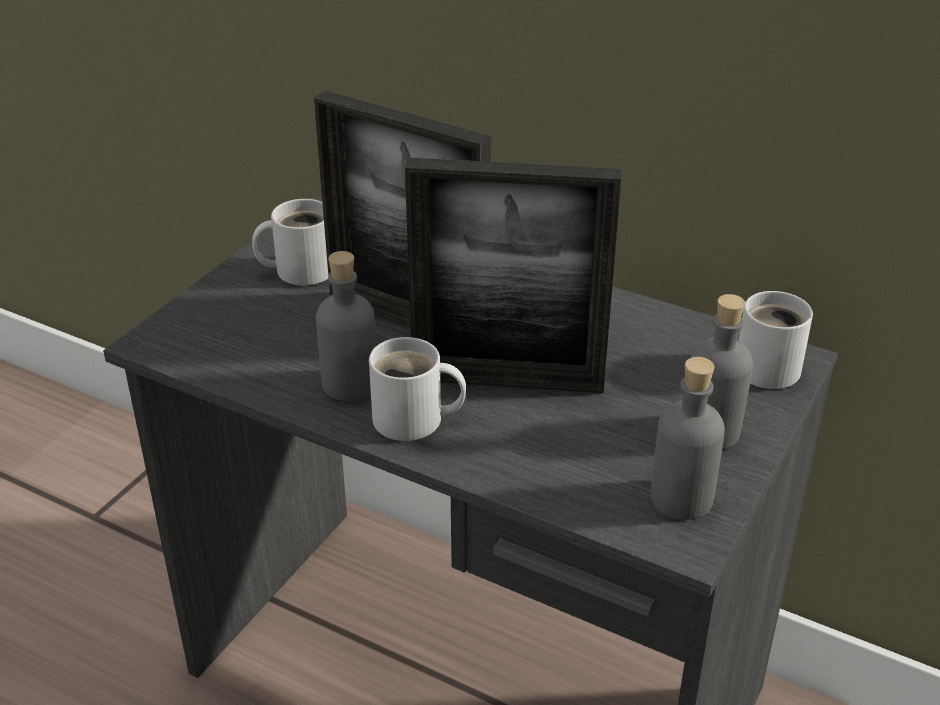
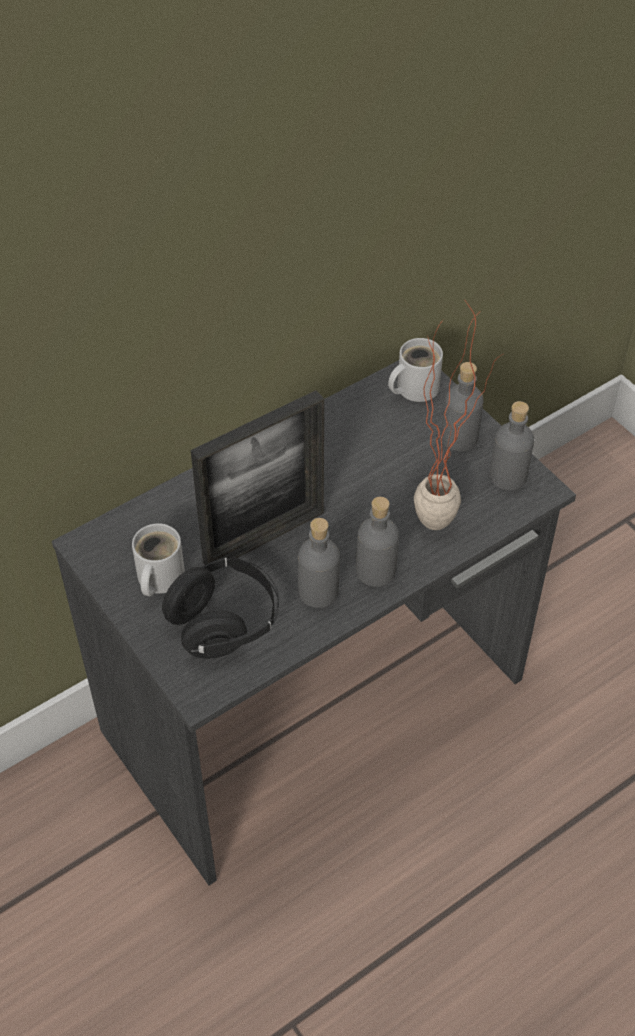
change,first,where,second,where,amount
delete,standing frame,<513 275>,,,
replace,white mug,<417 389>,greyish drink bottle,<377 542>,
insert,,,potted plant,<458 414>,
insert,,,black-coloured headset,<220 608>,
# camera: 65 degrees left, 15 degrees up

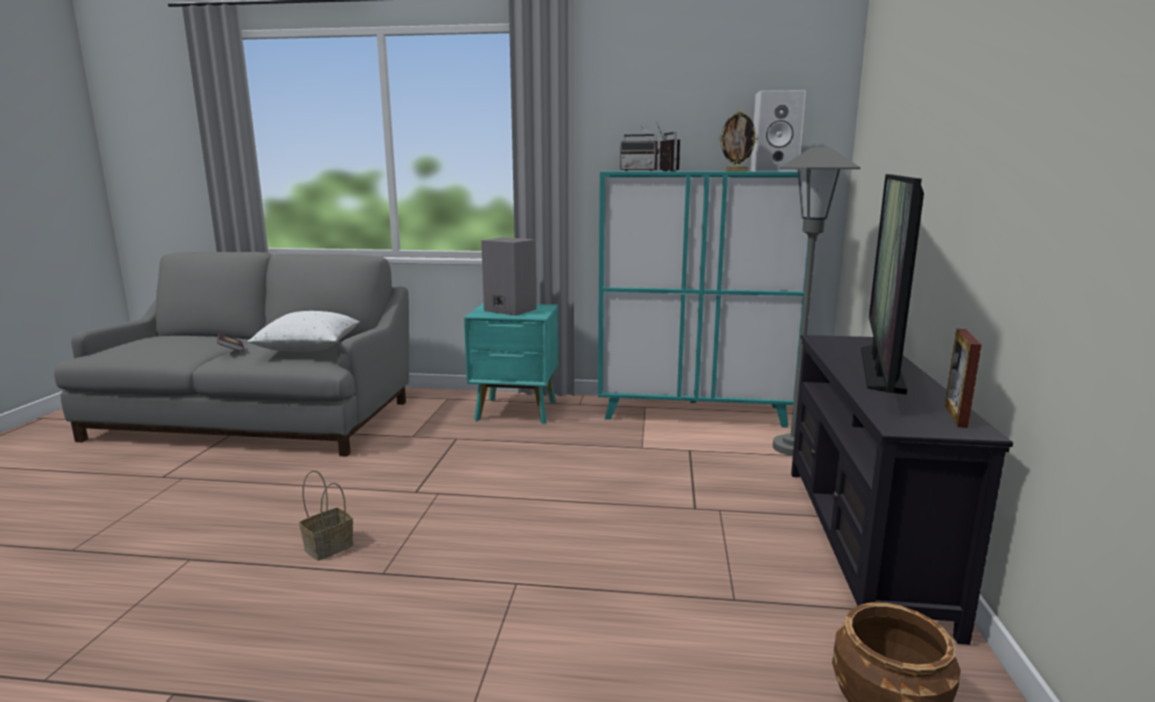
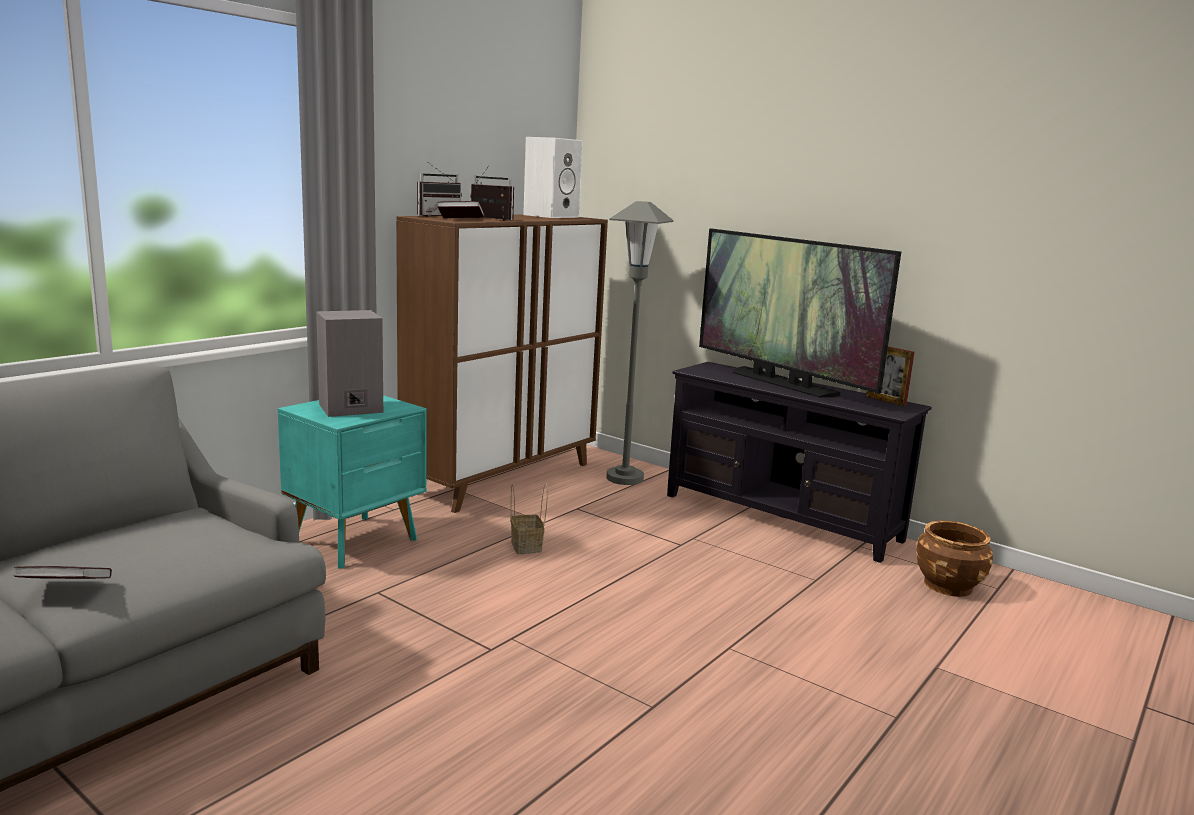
change,first,where,second,where,amount
delete,standing frame,<738 140>,,,
recolor,turquoise-coloured storage cabinet,<703 299>,brownish storage cabinet,<502 364>,
delete,white pillow,<303 331>,,,
move,storage basket,<326 515>,,<529 518>,
insert,,,bound book,<461 209>,
# camera: 60 degrees left, 0 degrees up

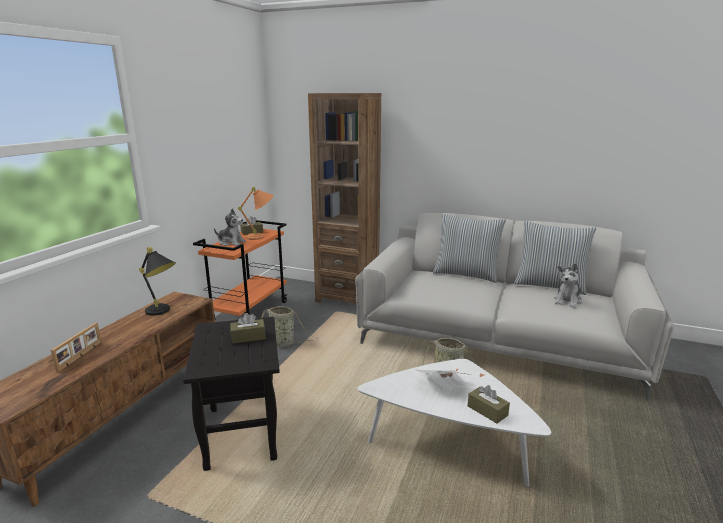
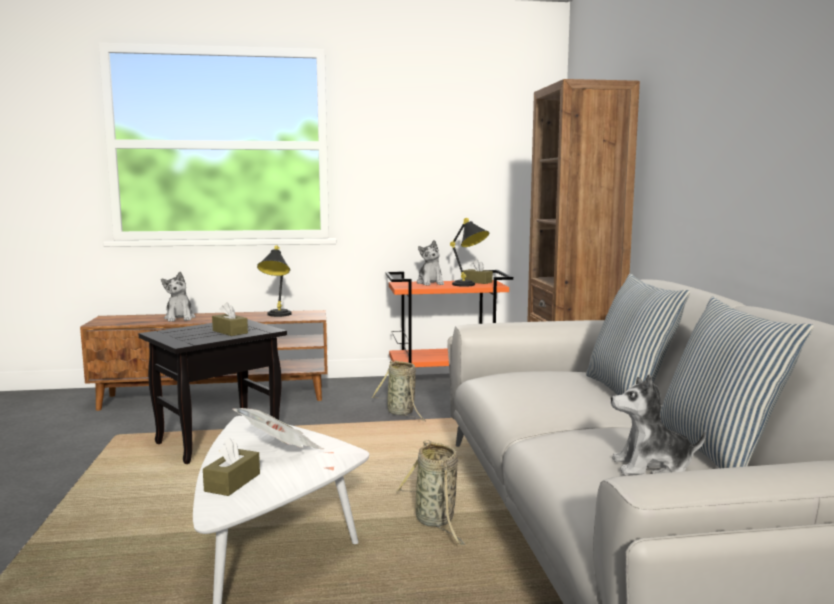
change,first,where,second,where,amount
recolor,orange tabletop lamp,<256 213>,black-coloured tabletop lamp,<469 252>,
replace,standing frame,<76 347>,soft toy,<178 297>,
# camera: 60 degrees right, 10 degrees down

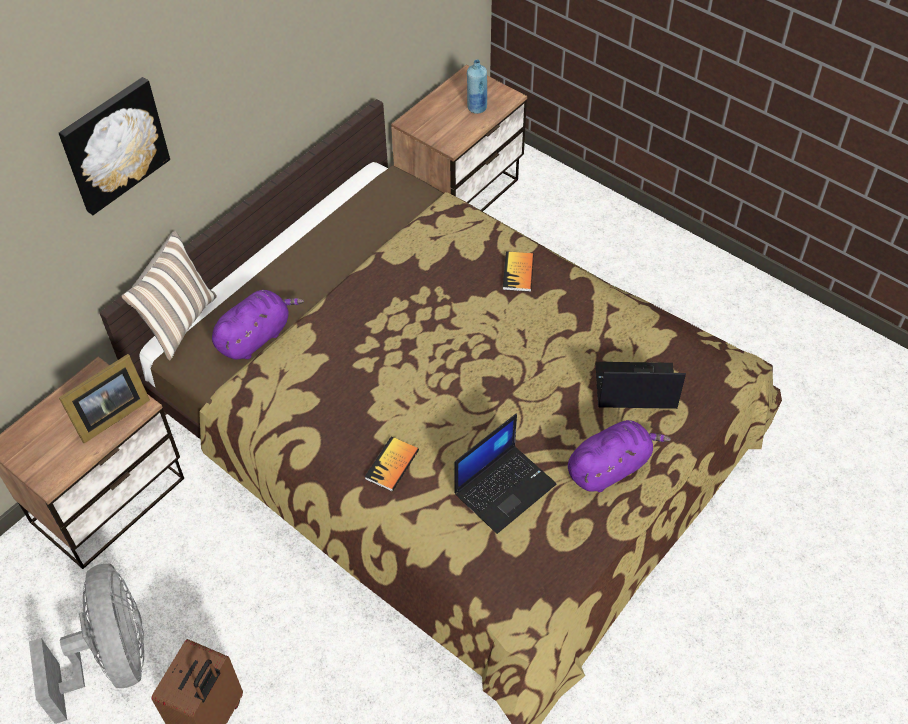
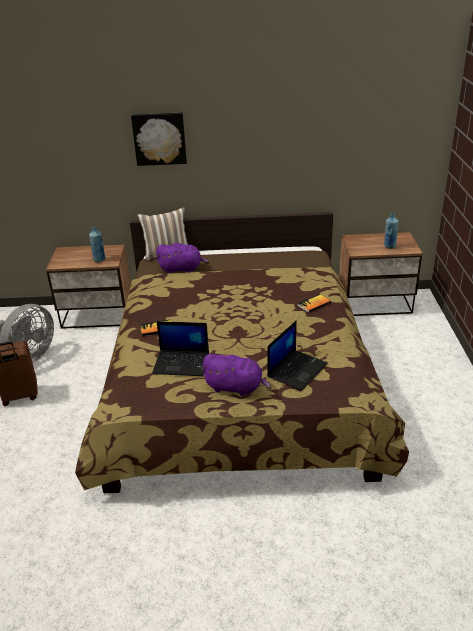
change,first,where,second,where,amount
replace,standing frame,<104 398>,blue-coloured drink bottle,<97 244>,
rotate,laptop,<640 385>,,<297 355>,75 degrees clockwise
# camera: 50 degrees right, 20 degrees down

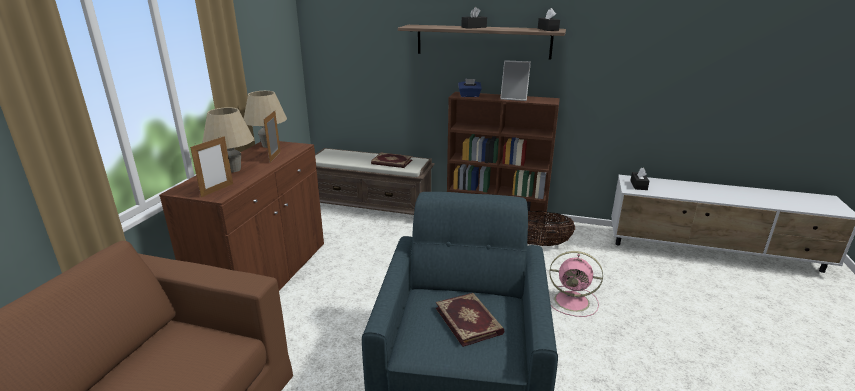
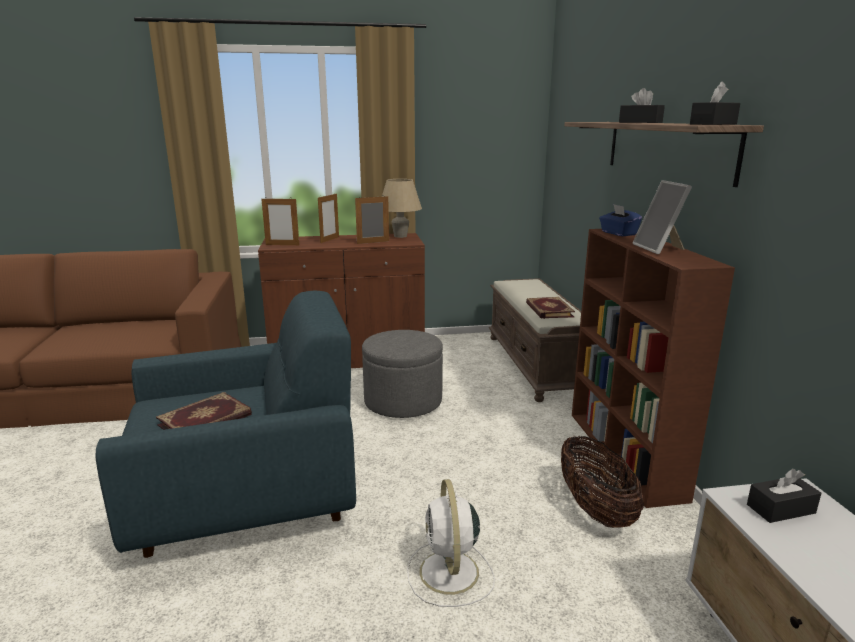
change,first,where,second,where,amount
replace,sand-coloured tabletop lamp,<228 140>,standing frame,<328 218>,
recolor,pink-coloured fan,<576 284>,white fan,<451 543>,
insert,,,greyish pouffe,<402 374>,
# camera: 65 degrees right, 5 degrees down

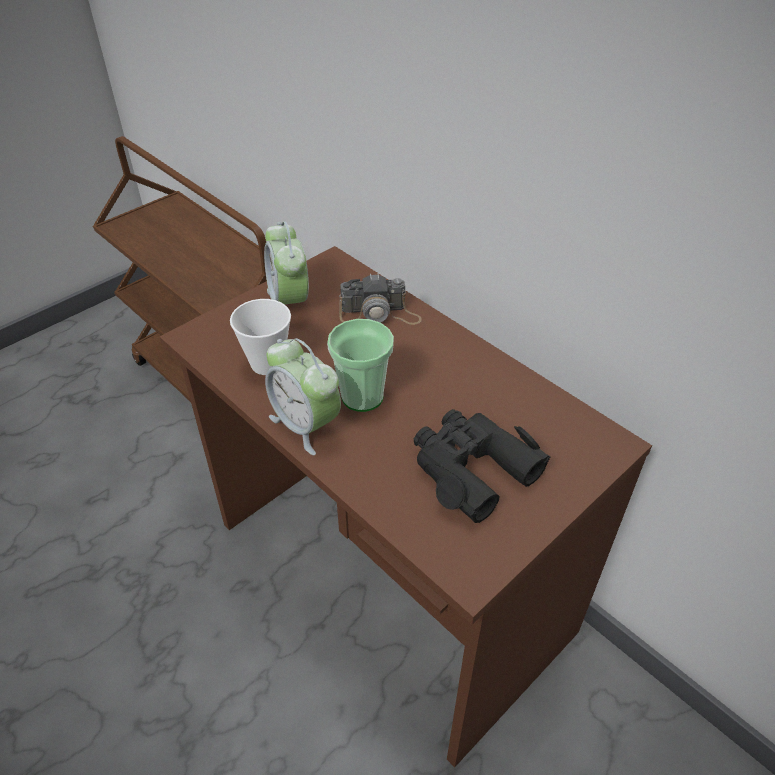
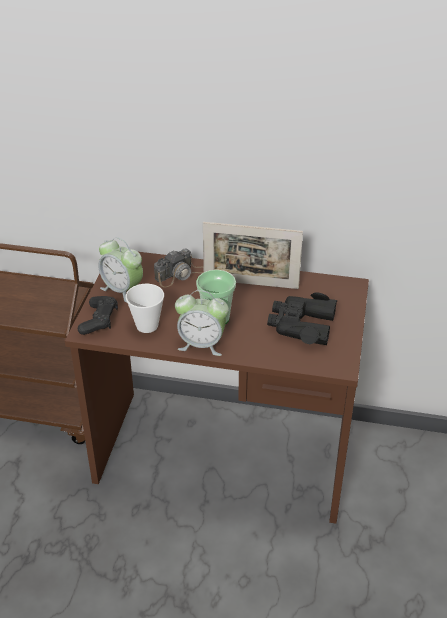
change,first,where,second,where,amount
insert,,,standing frame,<253 255>,
insert,,,black-coloured joypad,<98 315>,
# camera: 35 degrees left, 5 degrees down

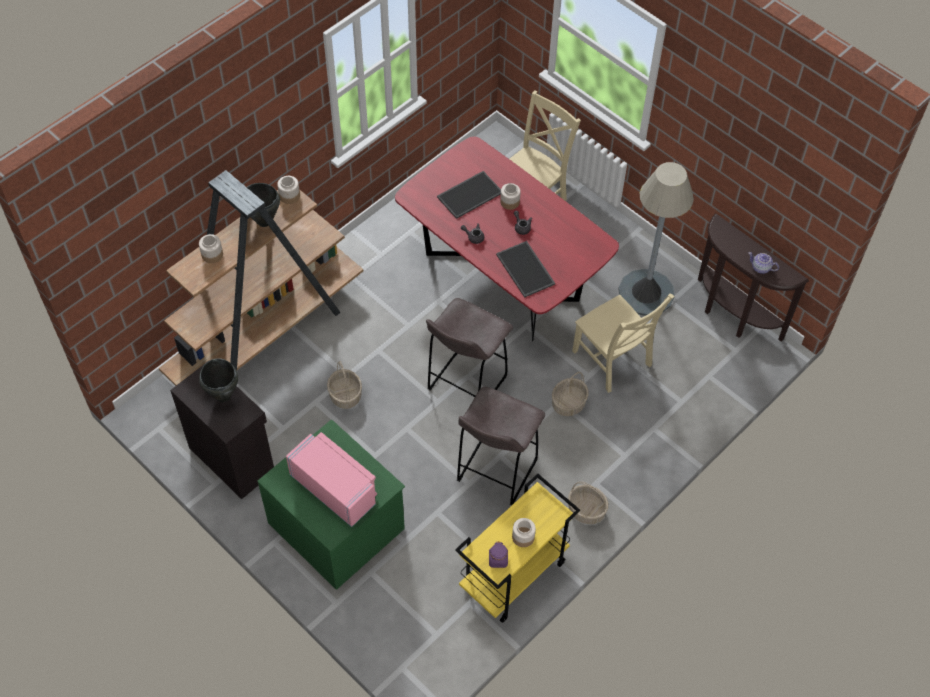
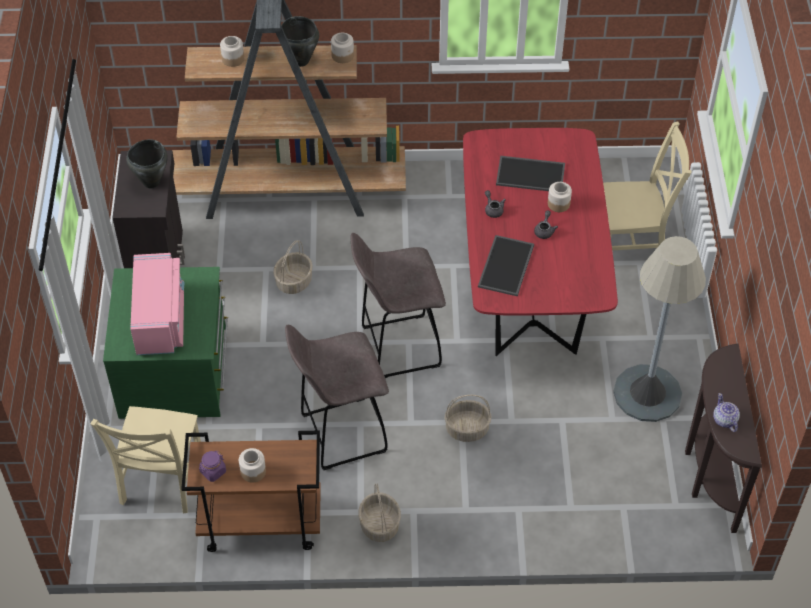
change,first,where,second,where,amount
move,sand-coloured upright chair,<623 343>,,<145 459>,
recolor,yellow-coloured cart,<517 548>,brownish cart,<251 491>,
# camera: 45 degrees right, 5 degrees down

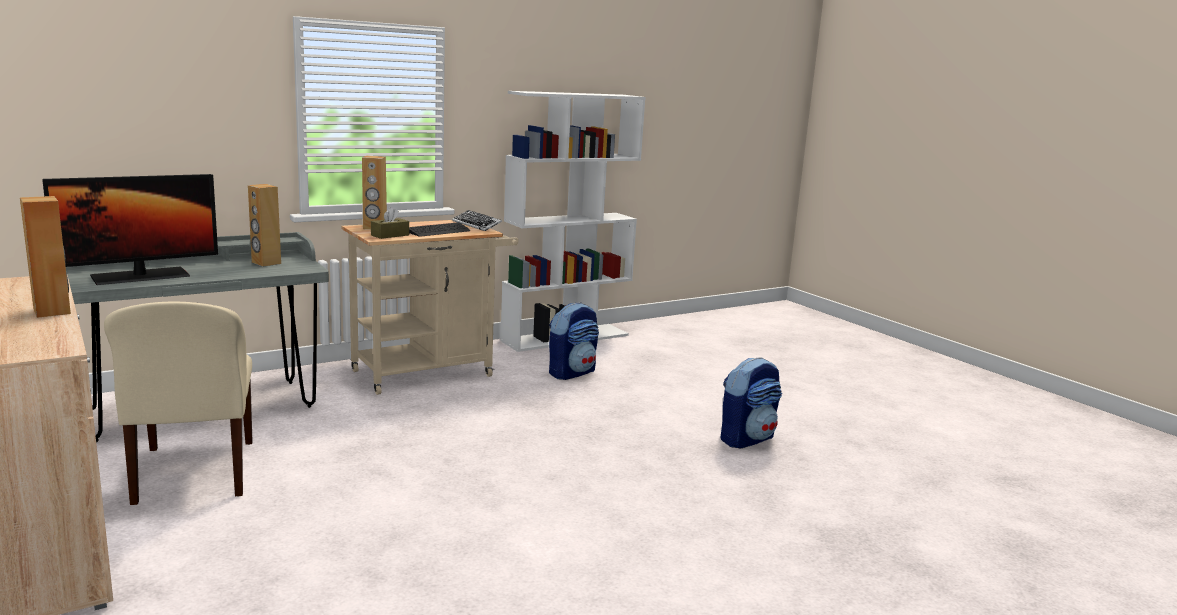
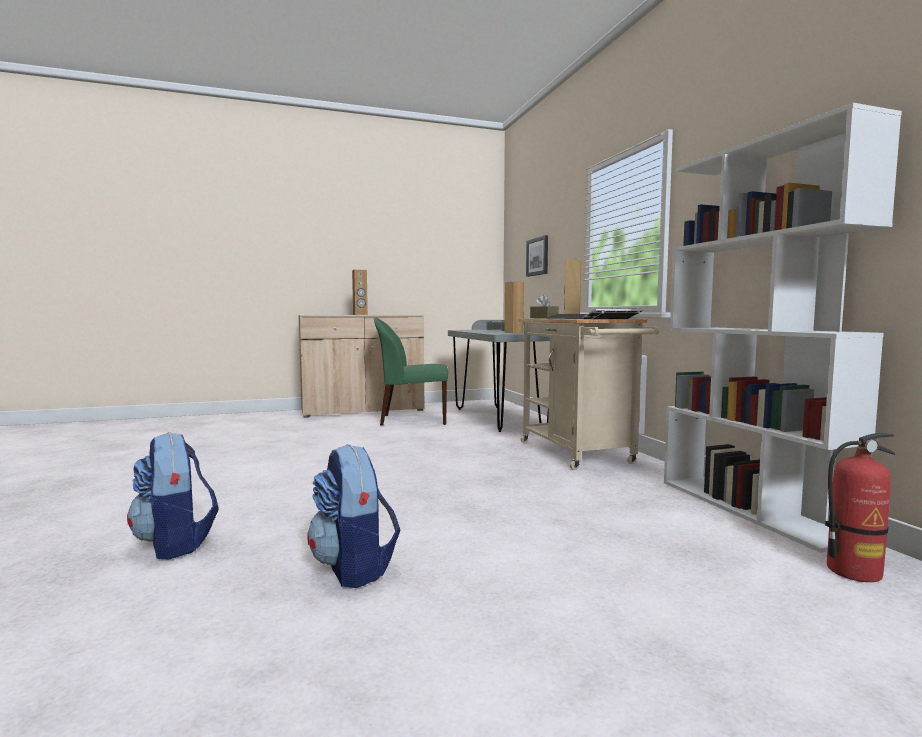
change,first,where,second,where,amount
delete,computer display,<130 229>,,,
recolor,sand-coloured upright chair,<178 403>,green upright chair,<411 372>,
move,knapsack,<574 341>,,<173 495>,
insert,,,picture,<537 256>,
insert,,,fire extinguisher,<860 507>,
# camera: 105 degrees right, 10 degrees down

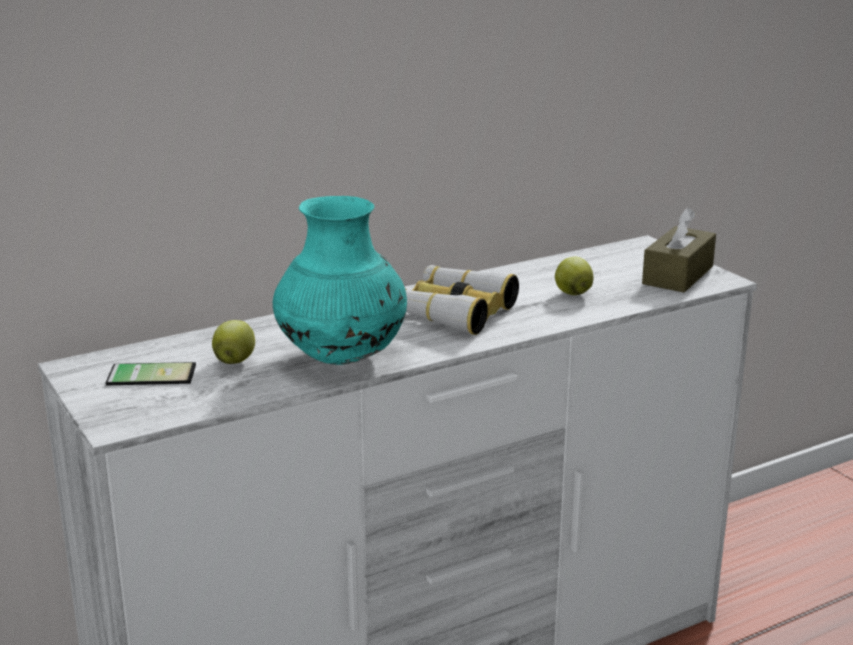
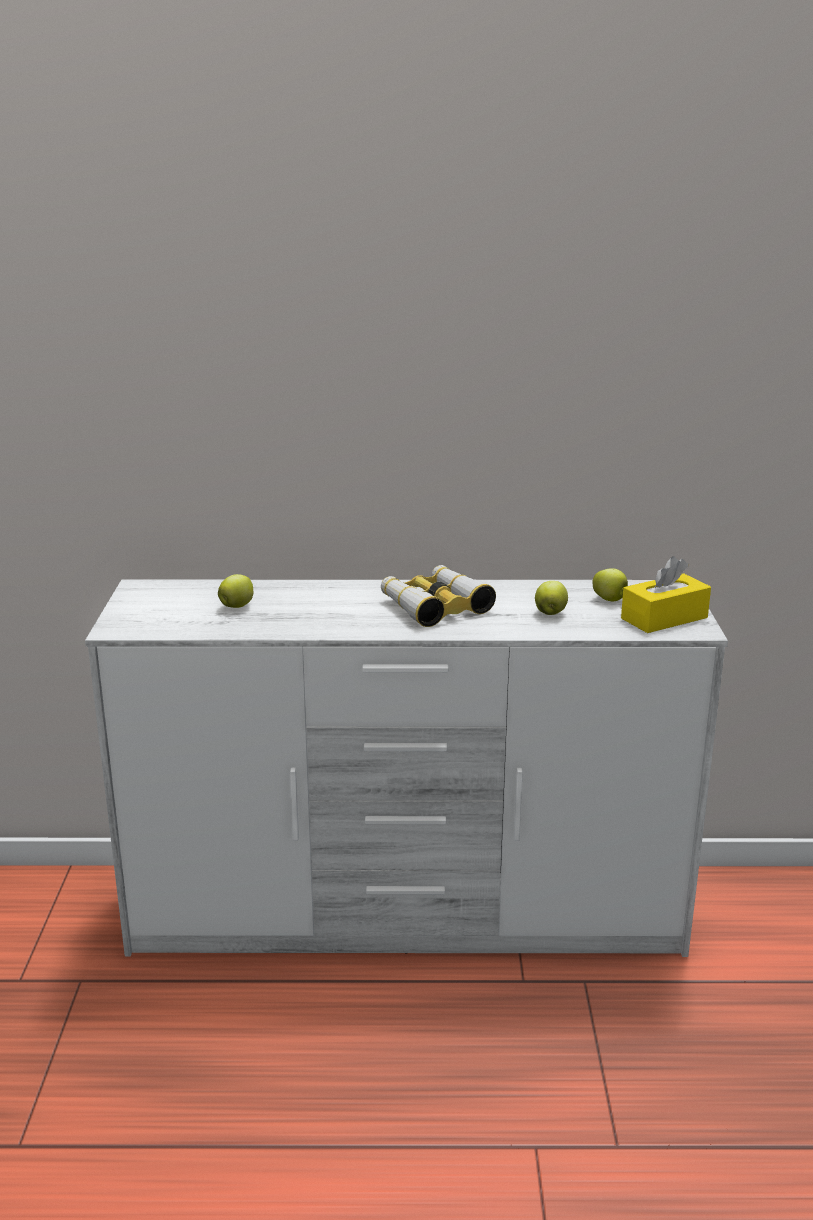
change,first,where,second,where,amount
delete,turquoise-coloured vase,<340 280>,,,
recolor,brownish tissue box,<679 249>,yellow-coloured tissue box,<666 594>,
delete,telephone,<151 373>,,,
insert,,,apple,<610 585>,
# camera: 30 degrees right, 0 degrees up

